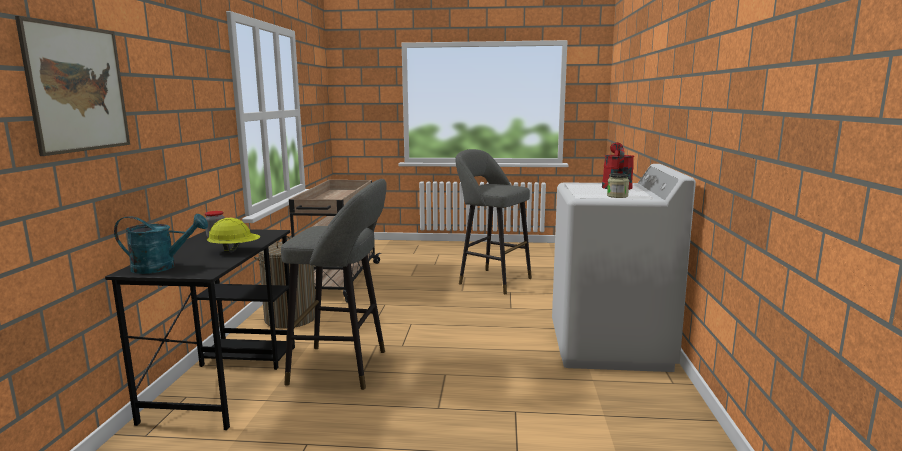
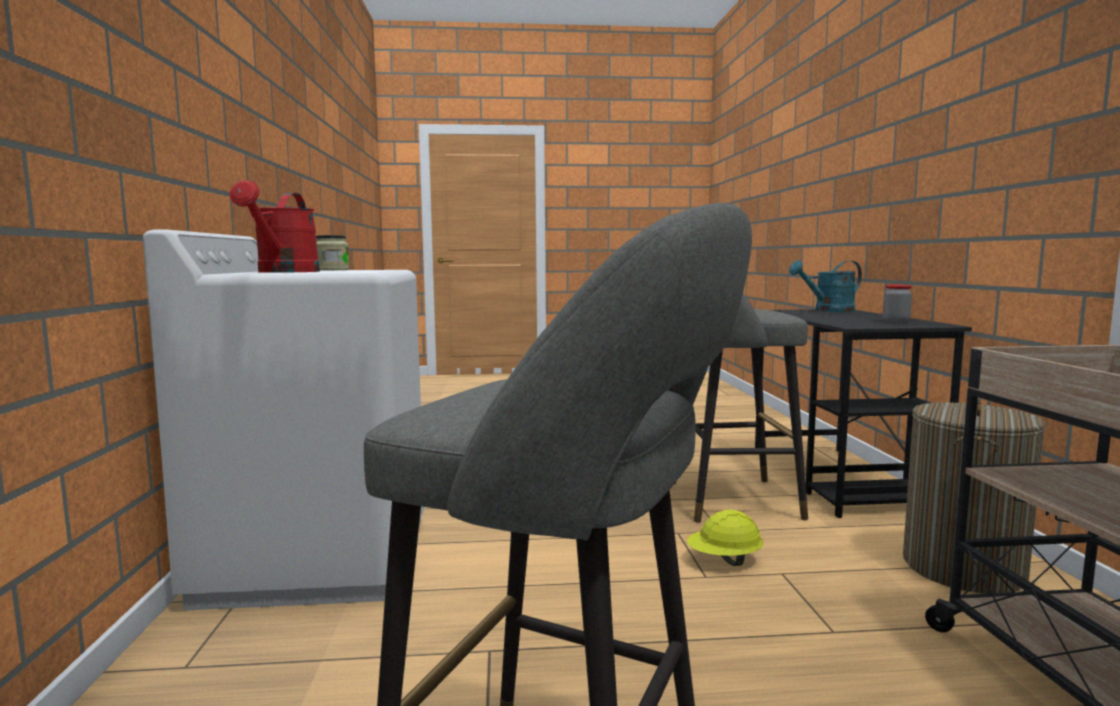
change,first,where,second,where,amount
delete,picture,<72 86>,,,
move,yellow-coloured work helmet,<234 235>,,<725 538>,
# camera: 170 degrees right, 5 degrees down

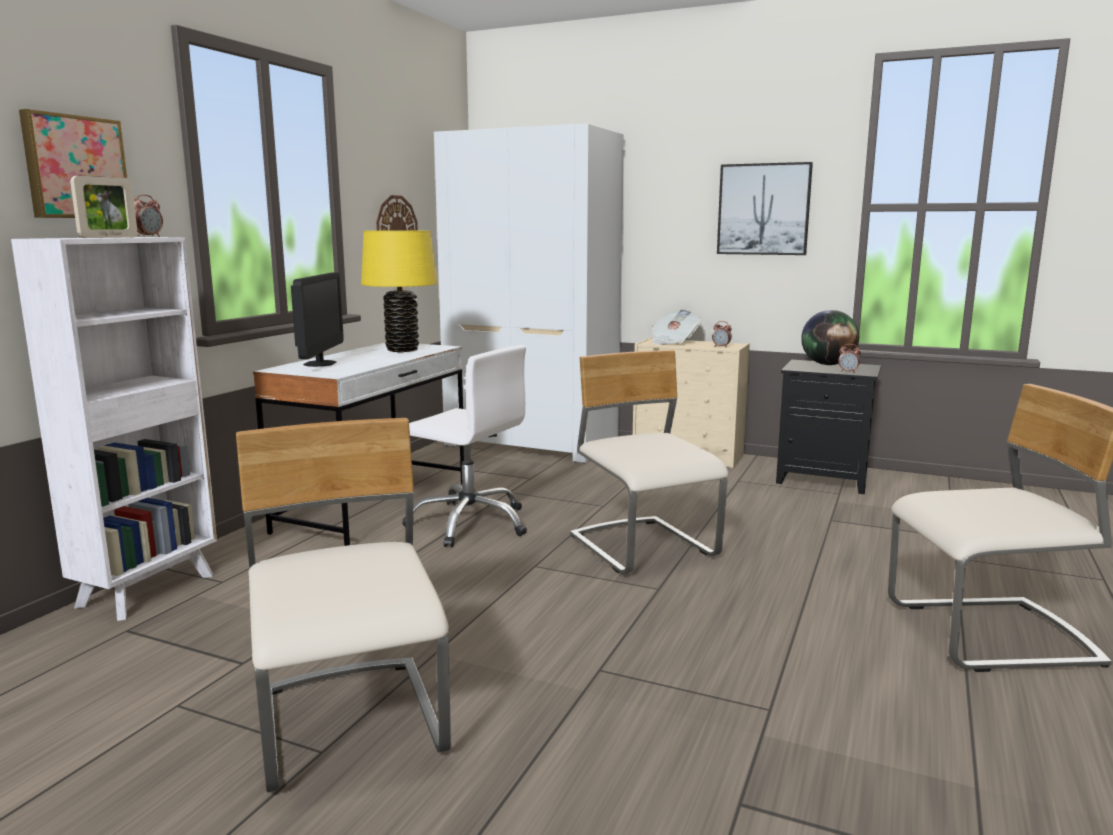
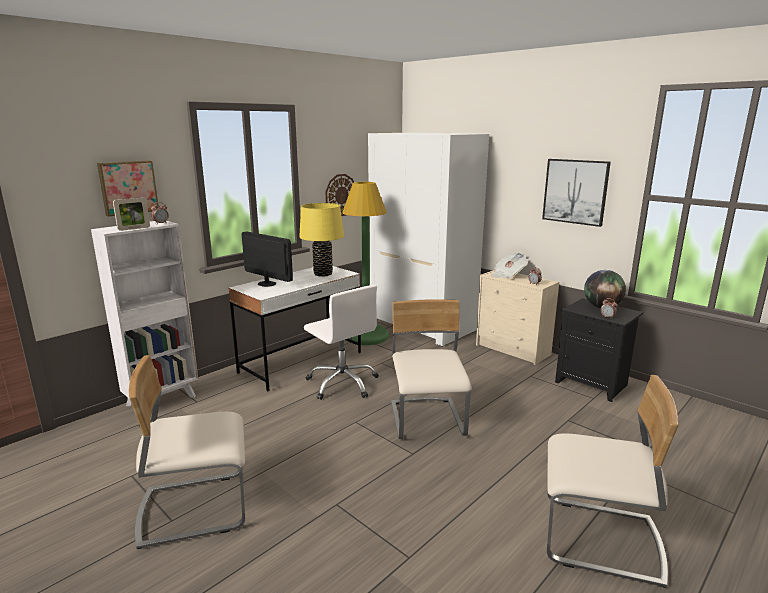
change,first,where,second,where,amount
rotate,computer display,<317 320>,,<267 259>,75 degrees counterclockwise
rotate,sand-coloured upright chair,<343 605>,,<187 452>,105 degrees counterclockwise
insert,,,green standard lamp,<365 263>,
# camera: 20 degrees right, 5 degrees up

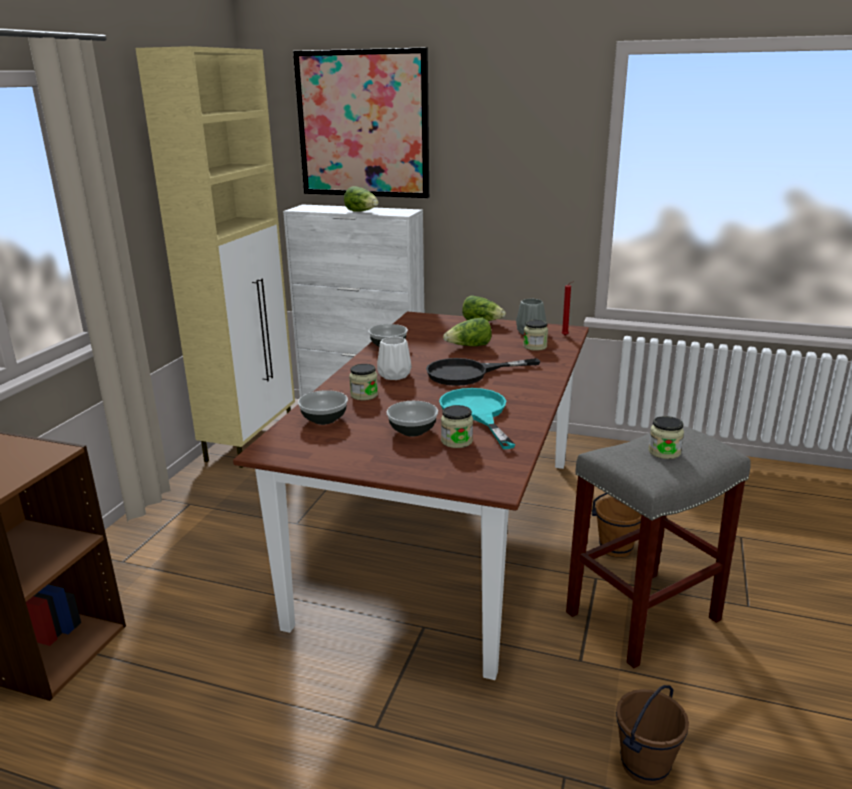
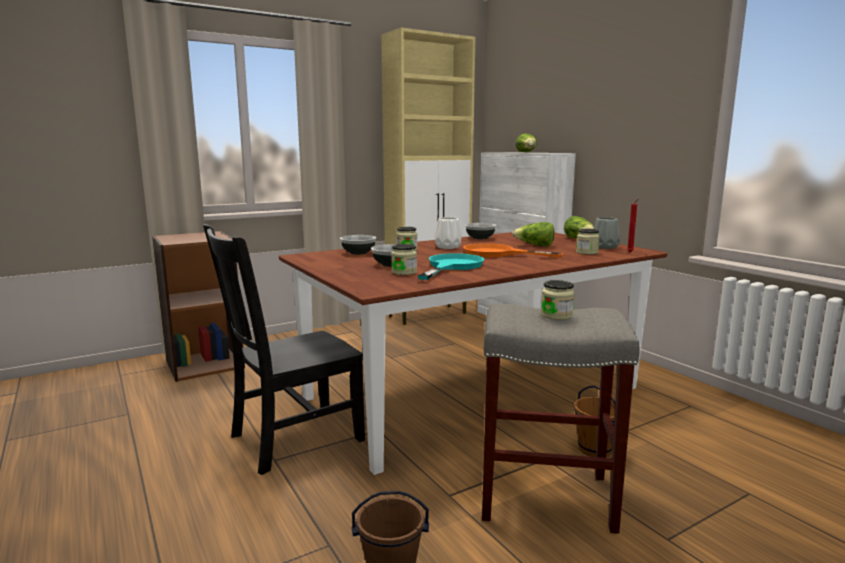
change,first,where,second,where,amount
delete,picture,<361 122>,,,
recolor,black-coloured skillet,<483 372>,orange skillet,<513 250>,
insert,,,black-coloured upright chair,<284 349>,
# camera: 40 degrees right, 10 degrees down

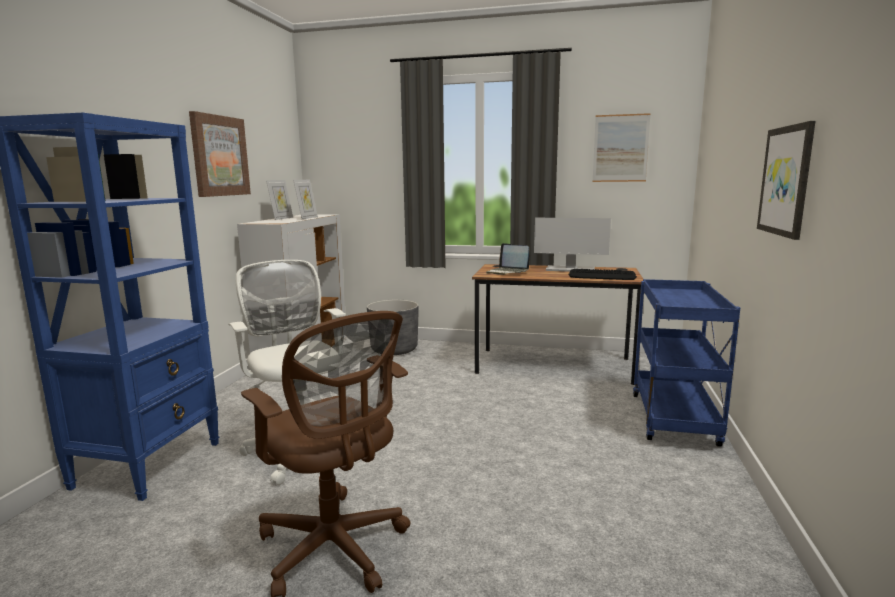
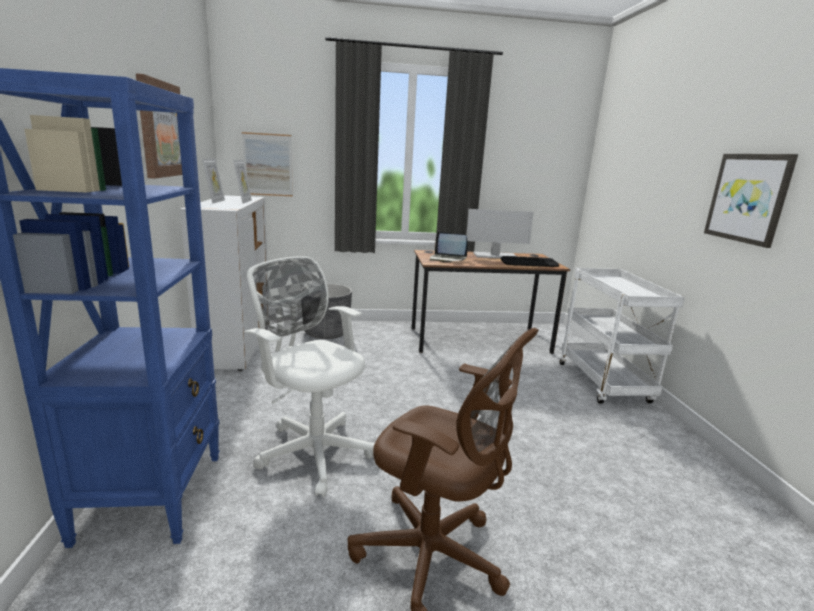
change,first,where,second,where,amount
move,picture,<622 147>,,<267 164>,
recolor,blue-coloured cart,<686 363>,white cart,<622 336>,
# camera: 20 degrees left, 5 degrees up

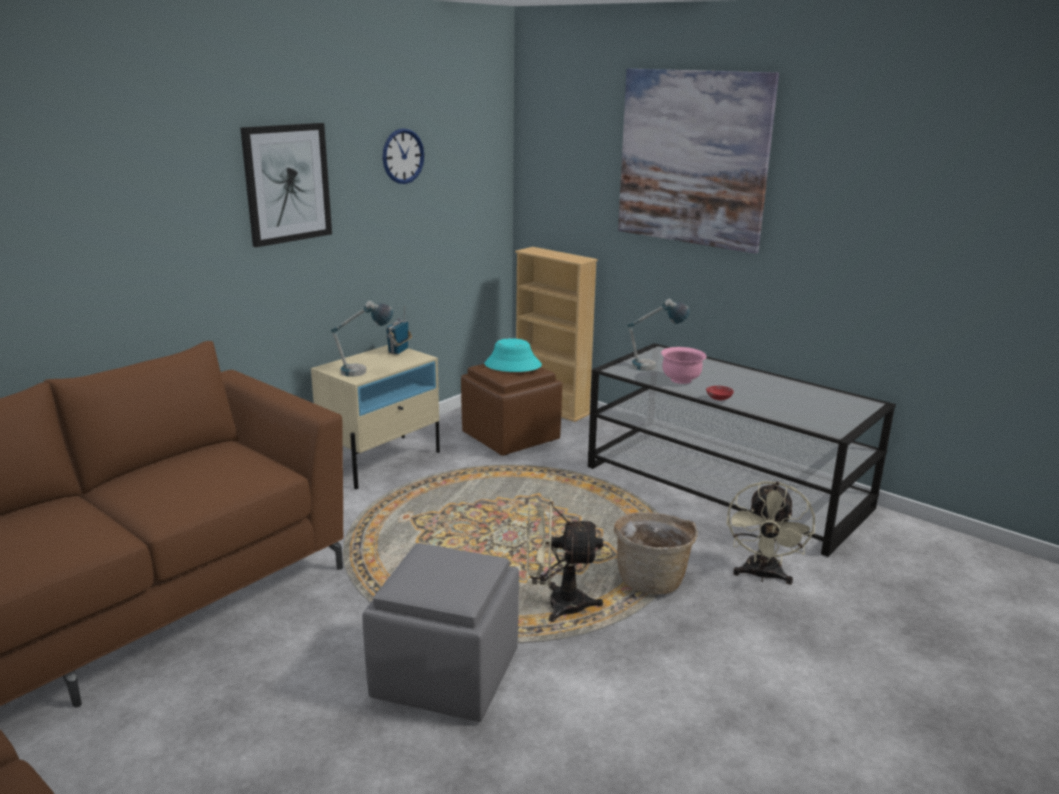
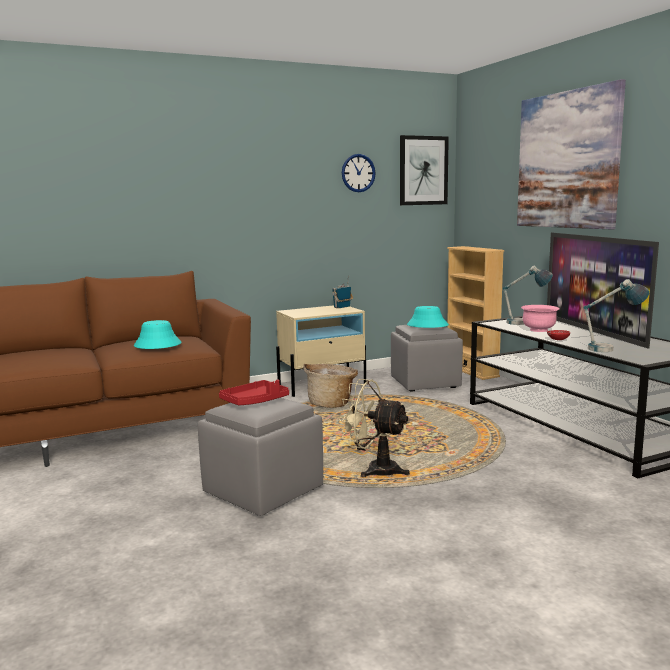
change,first,where,second,where,amount
move,picture,<286 185>,,<424 170>,
move,tabletop lamp,<362 339>,,<616 315>,
recolor,brownish pouffe,<511 410>,greyish pouffe,<427 358>,
delete,sand-coloured fan,<770 533>,,,
move,storage basket,<656 553>,,<330 386>,
insert,,,TV set,<603 290>,
insert,,,turquoise-coloured hat,<158 334>,
insert,,,red tray,<254 392>,
# camera: 25 degrees right, 10 degrees down

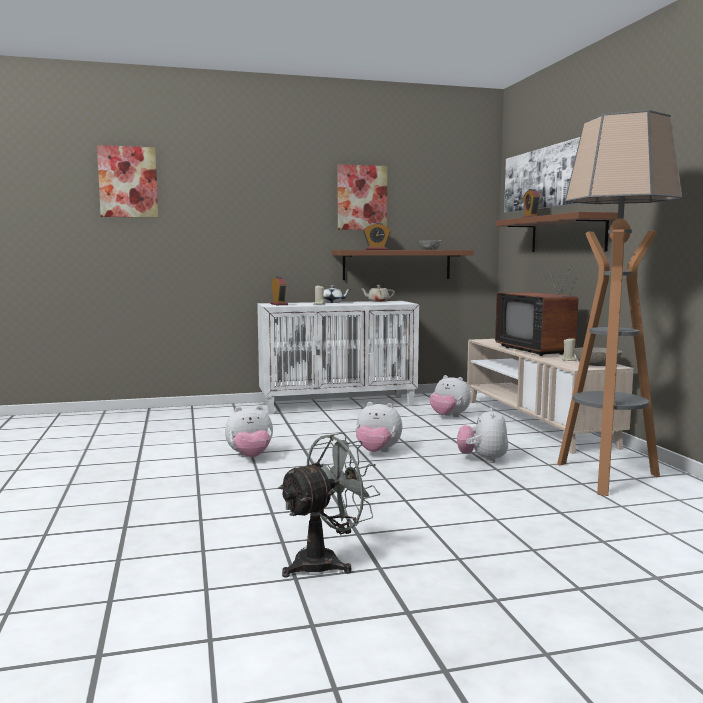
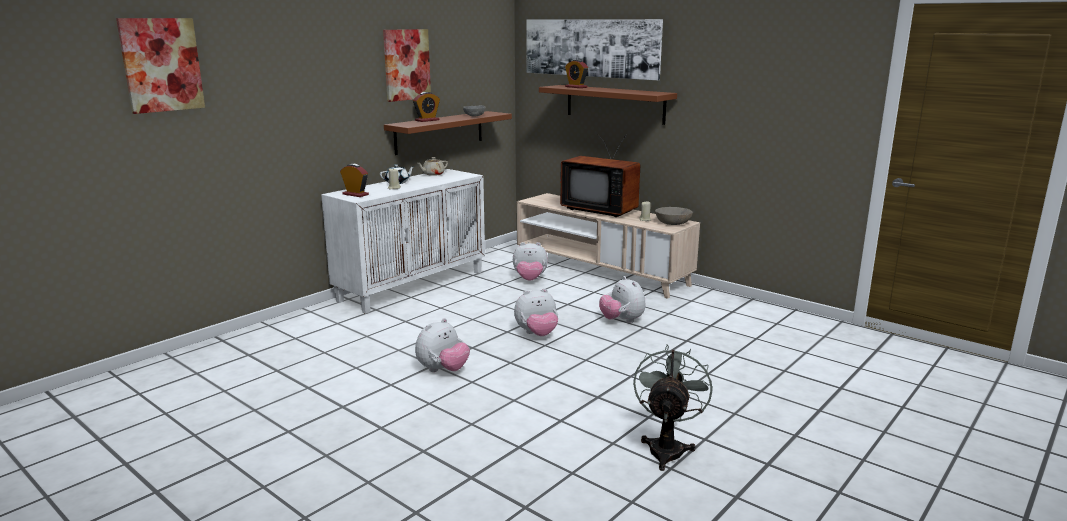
change,first,where,second,where,amount
delete,standard lamp,<619 303>,,,
# camera: 35 degrees left, 10 degrees up

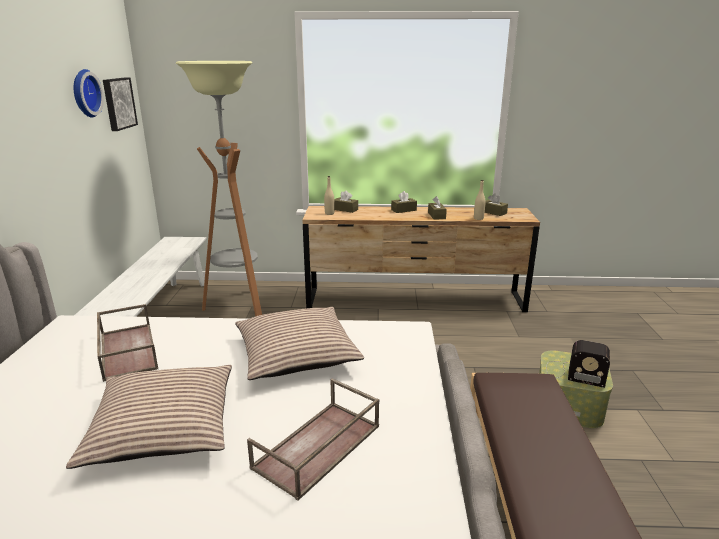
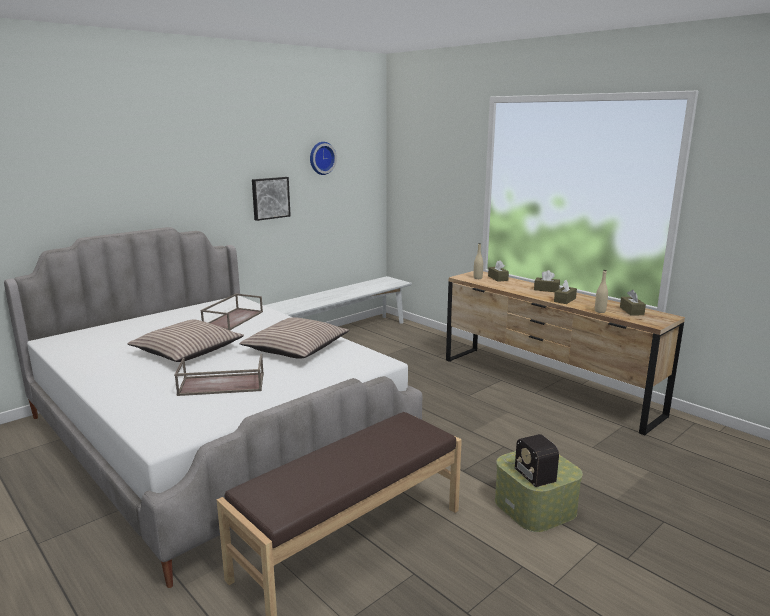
change,first,where,second,where,amount
delete,standard lamp,<219 188>,,,
move,picture,<120 104>,,<271 199>,
# camera: 45 degrees right, 5 degrees down

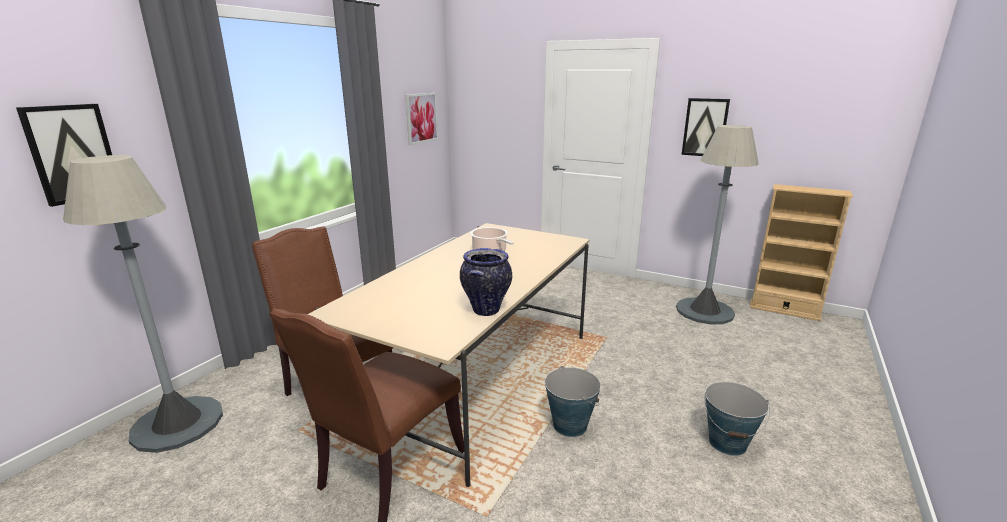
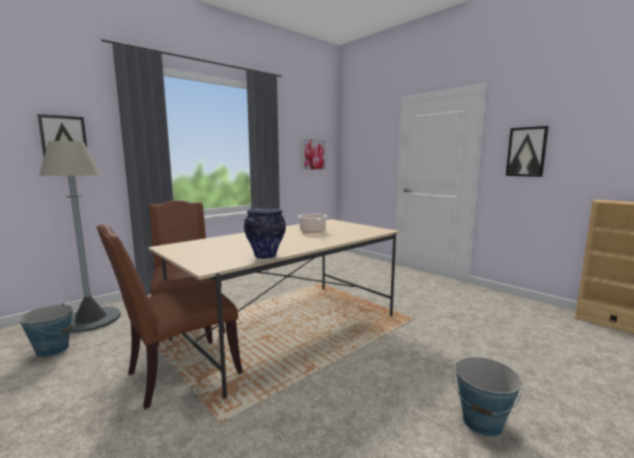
change,first,where,second,where,amount
delete,greyish standard lamp,<717 225>,,,
move,pail,<573 401>,,<47 330>,
# camera: 20 degrees right, 10 degrees down

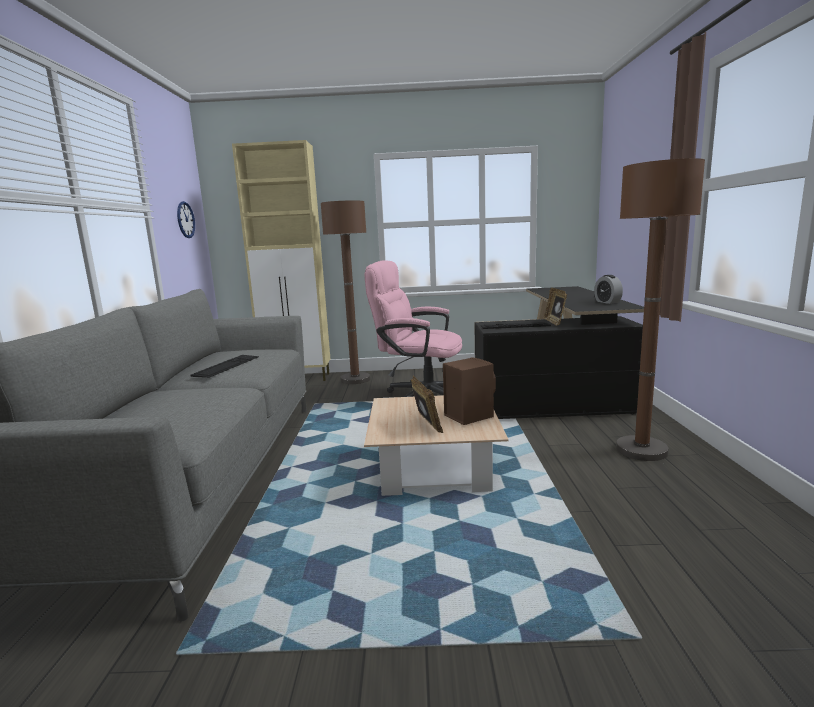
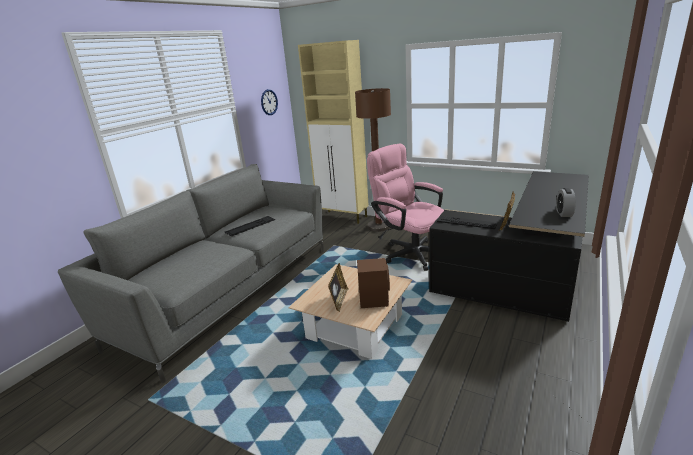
change,first,where,second,where,amount
delete,brownish standard lamp,<660 309>,,,
# camera: 30 degrees right, 10 degrees up

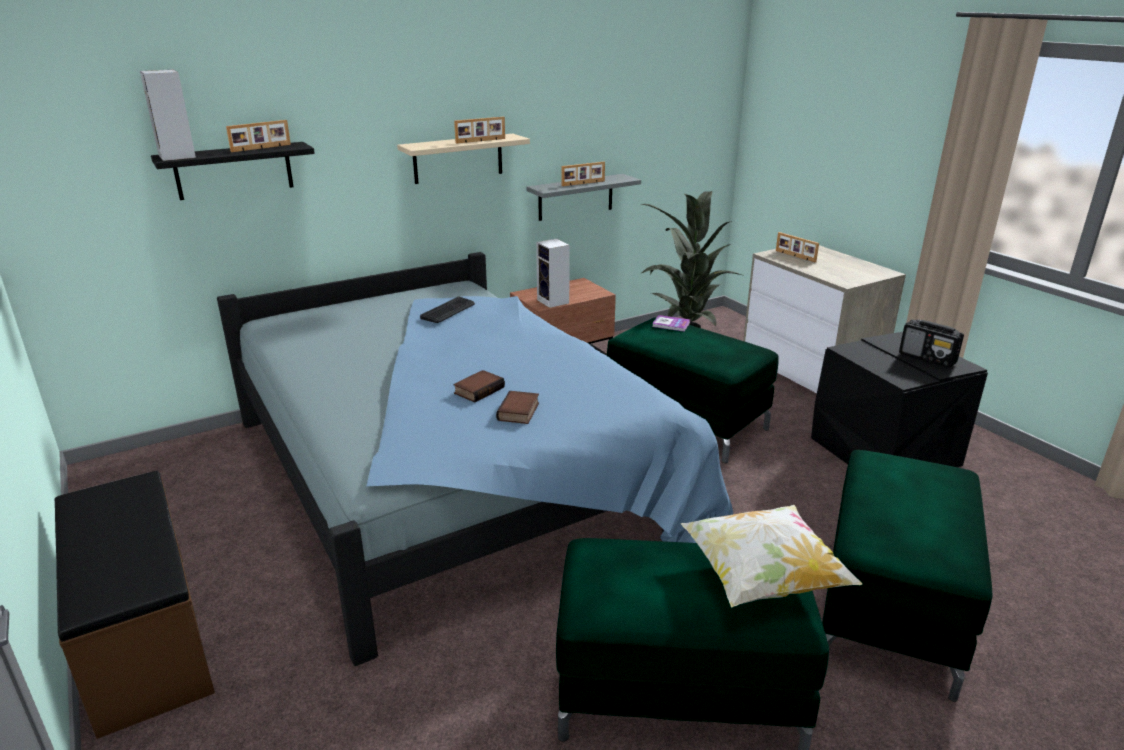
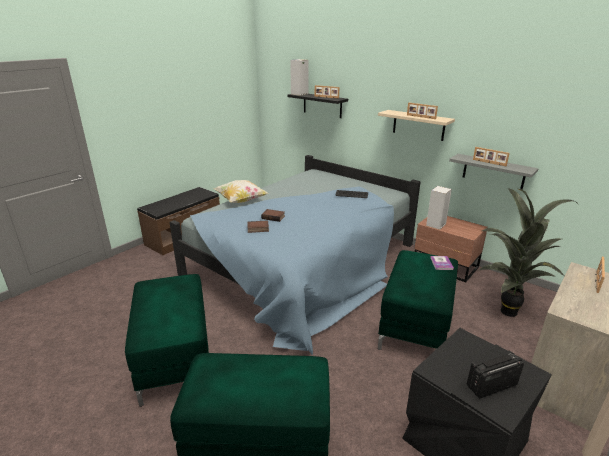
change,first,where,second,where,amount
rotate,radio,<931 343>,,<495 374>,45 degrees clockwise
move,pillow,<771 556>,,<241 191>,
# camera: 70 degrees right, 0 degrees up

